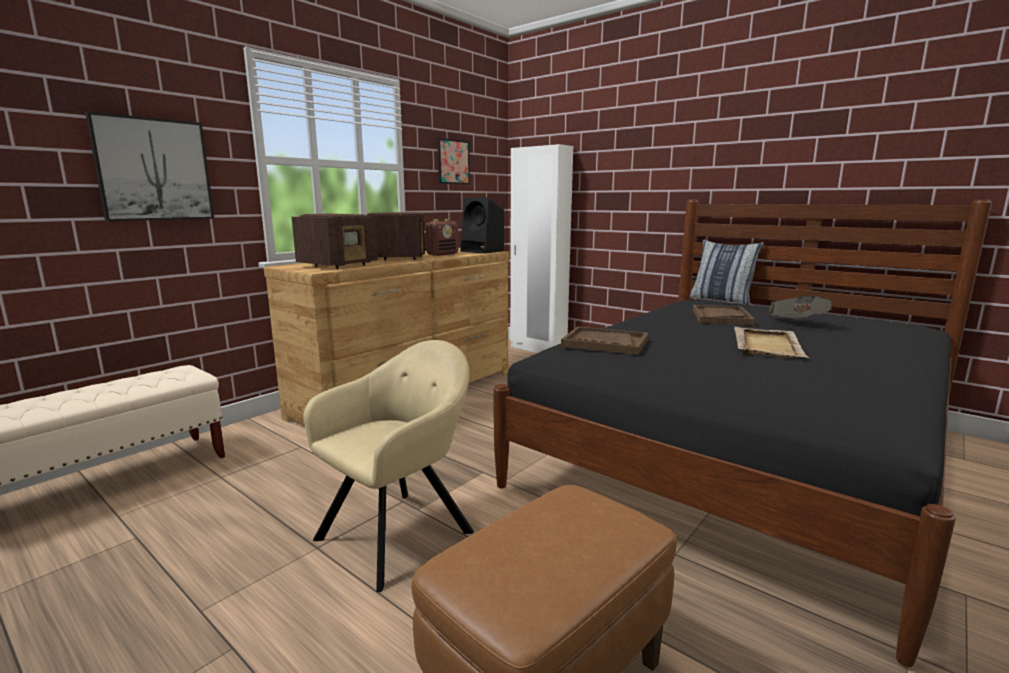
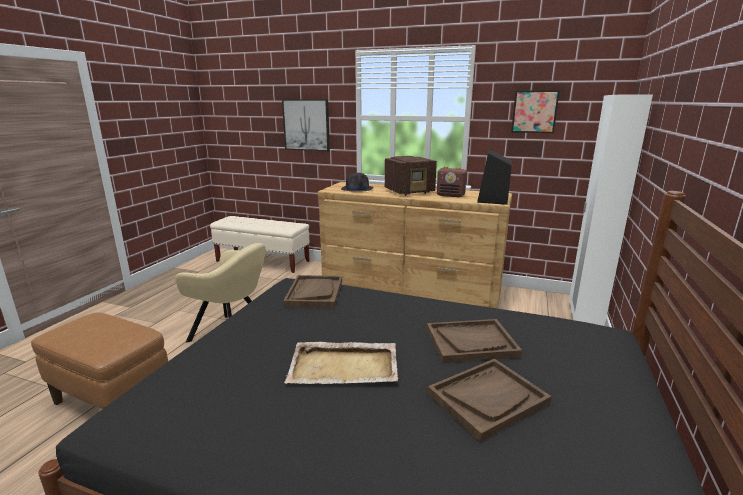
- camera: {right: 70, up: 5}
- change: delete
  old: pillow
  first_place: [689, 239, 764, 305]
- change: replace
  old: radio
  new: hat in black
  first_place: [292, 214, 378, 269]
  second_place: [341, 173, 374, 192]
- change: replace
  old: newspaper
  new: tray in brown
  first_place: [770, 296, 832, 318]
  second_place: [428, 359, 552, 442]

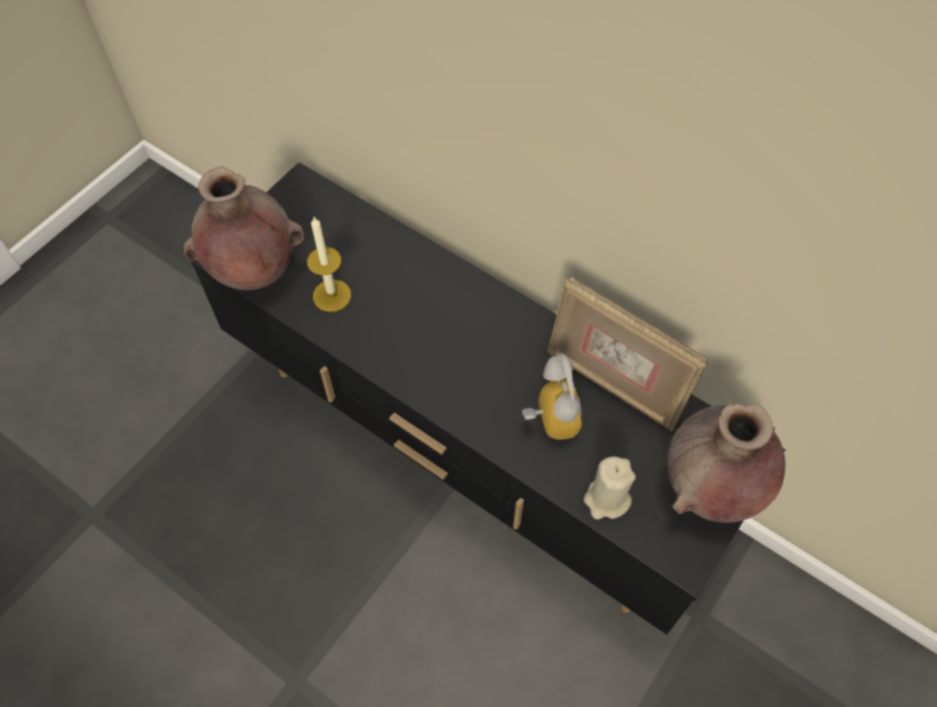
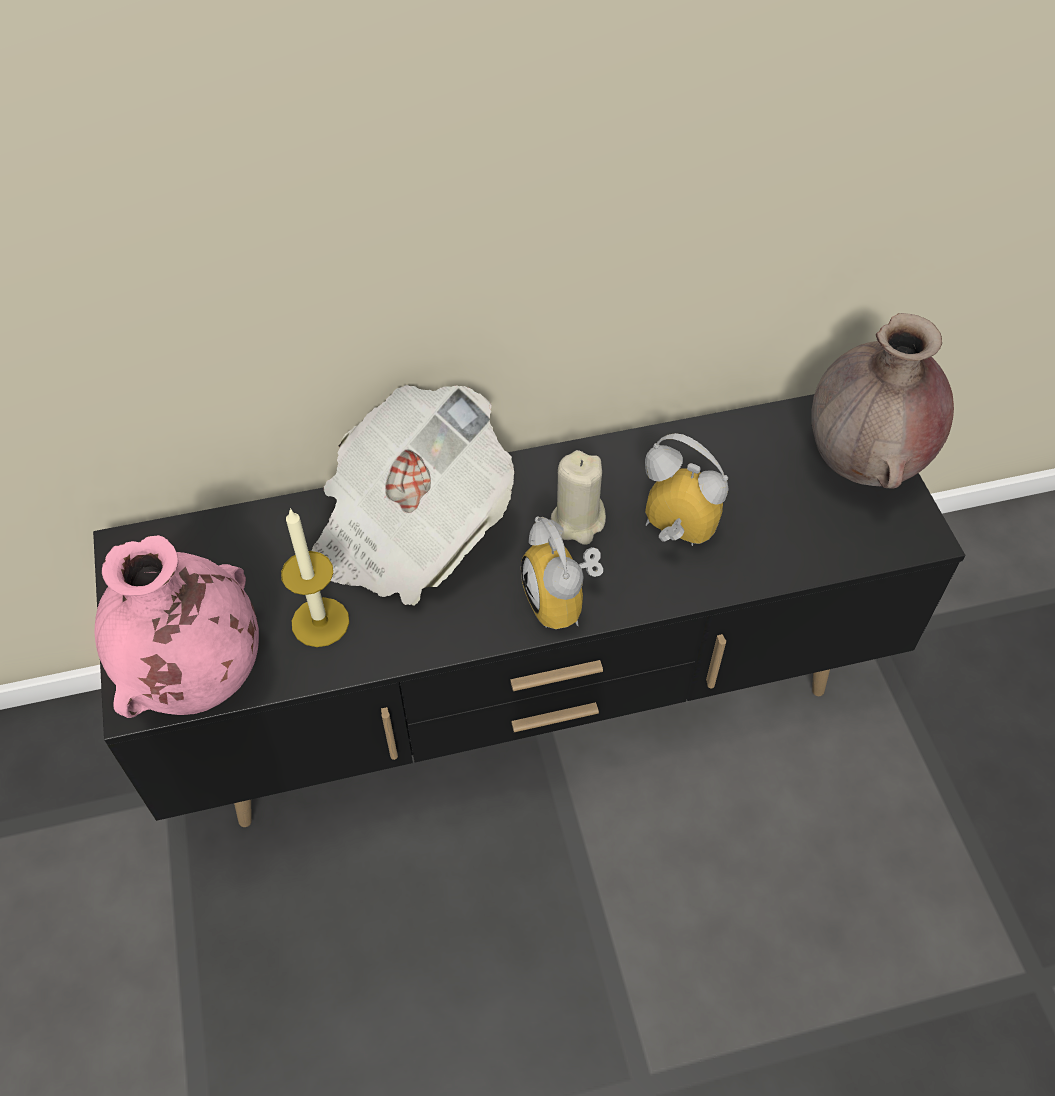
- camera: {right: -50, up: -5}
- change: delete
  old: picture frame
  first_place: [548, 277, 708, 431]
- change: insert
  new: newspaper
  second_place: [311, 385, 514, 606]
- change: insert
  new: alarm clock
  second_place: [521, 516, 603, 629]
- change: move
  old: candle in beige
  first_place: [584, 457, 636, 520]
  second_place: [551, 450, 606, 545]
- change: recolor
  old: vase in brown
  new: vase in pink
  first_place: [184, 166, 304, 290]
  second_place: [94, 535, 259, 718]

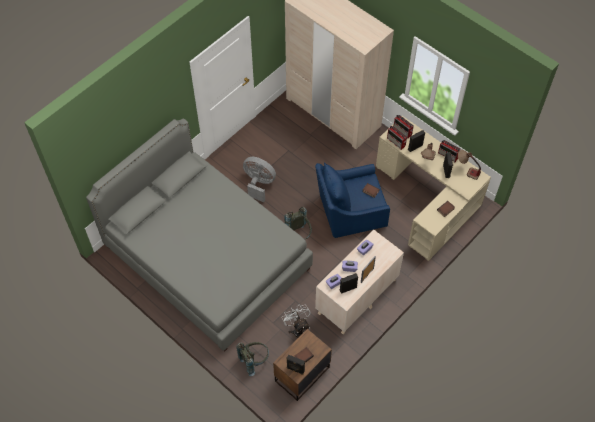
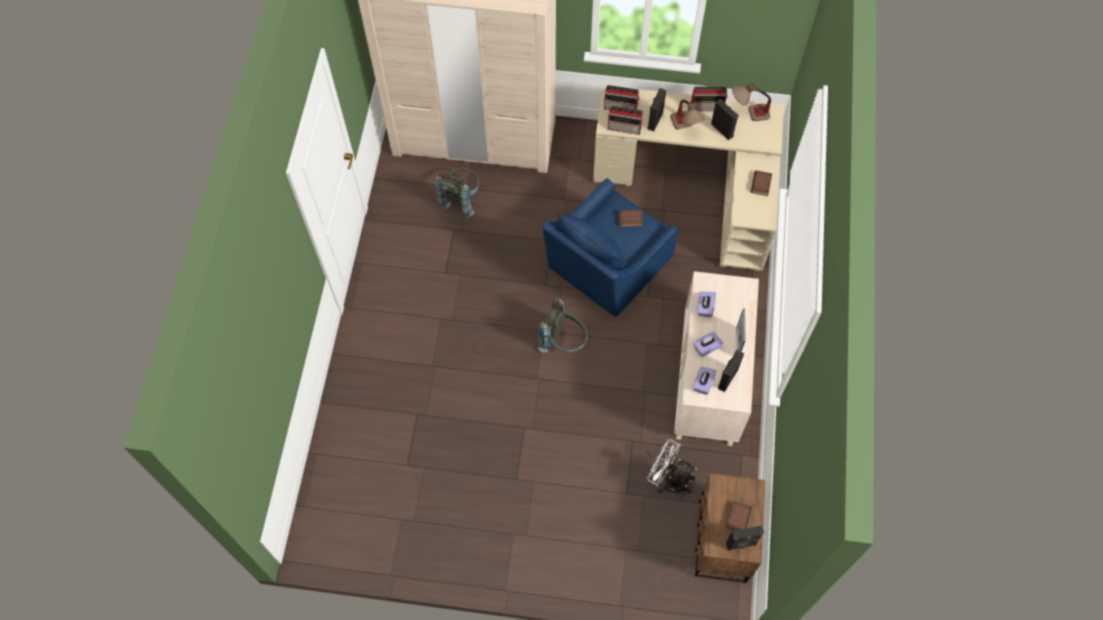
- camera: {right: -35, up: 5}
- change: delete
  old: bed in grey
  first_place: [86, 118, 313, 352]
- change: delete
  old: fan in grey
  first_place: [243, 157, 276, 202]
- change: move
  old: backpack in grey
  first_place: [236, 342, 269, 376]
  second_place: [434, 168, 479, 218]

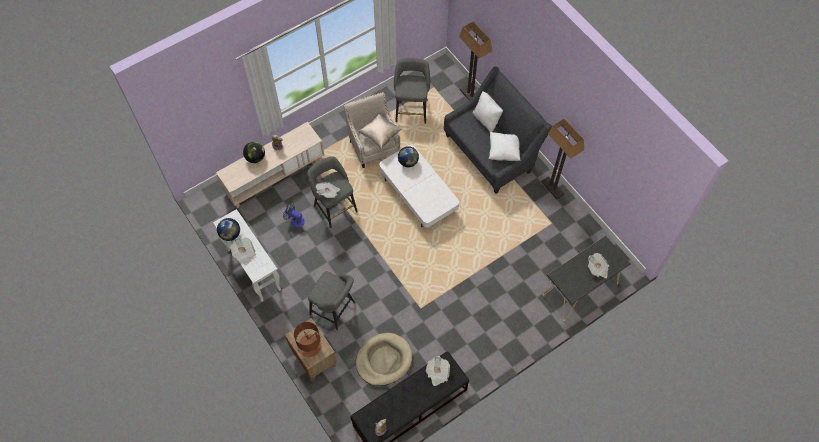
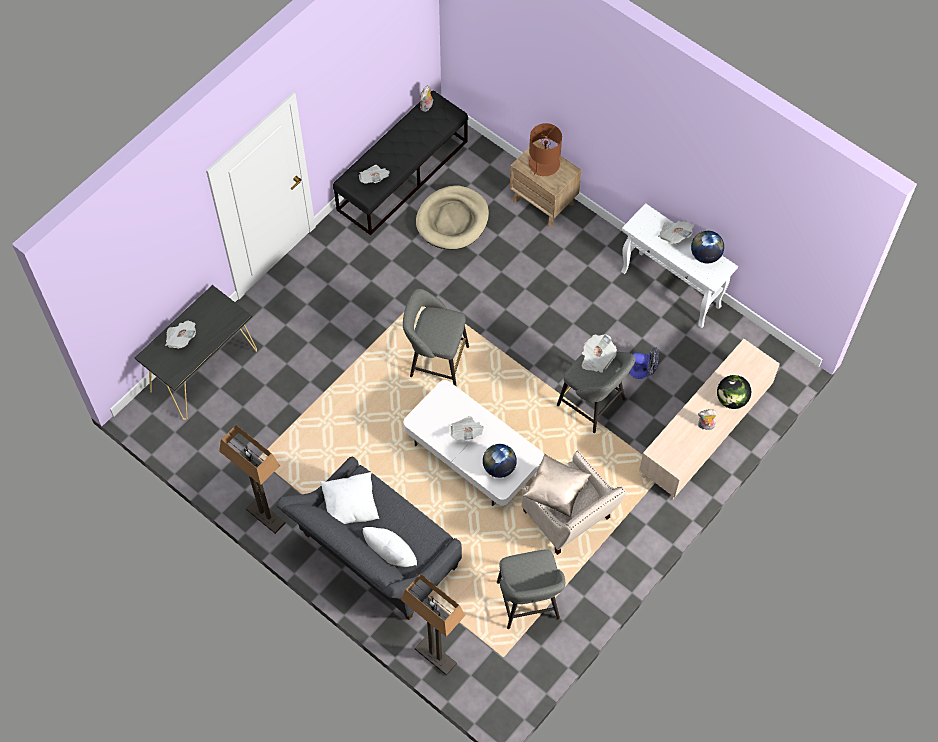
- camera: {right: 165, up: 0}
- change: insert
  new: newspaper
  second_place: [450, 416, 484, 441]
- change: move
  old: stool in grey
  first_place: [308, 271, 356, 330]
  second_place: [403, 289, 469, 387]

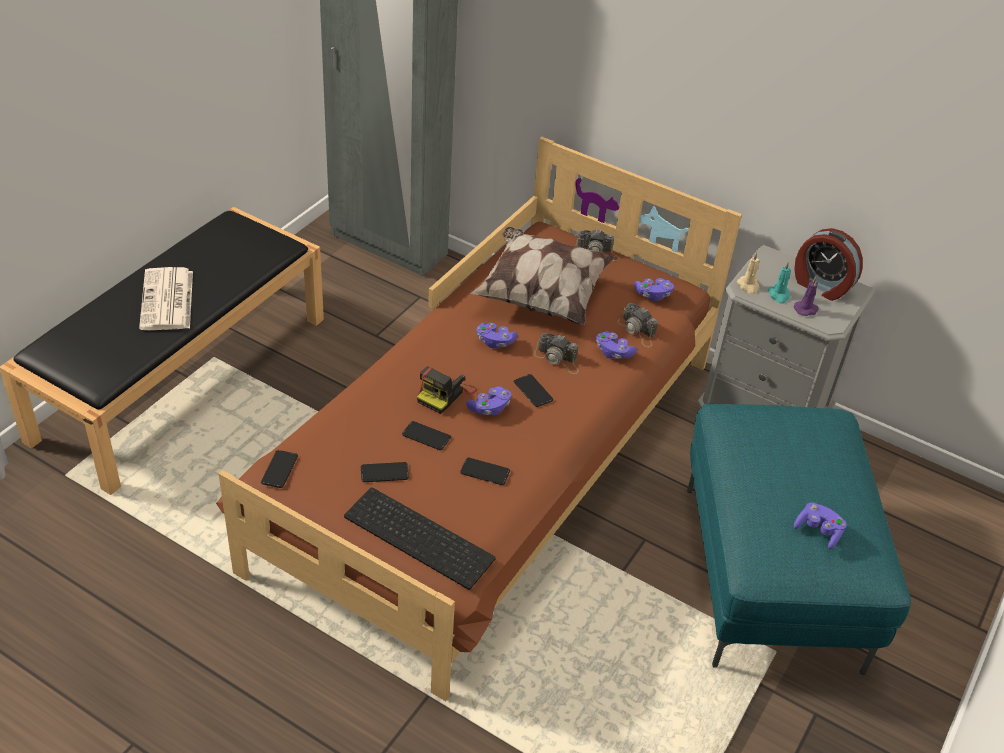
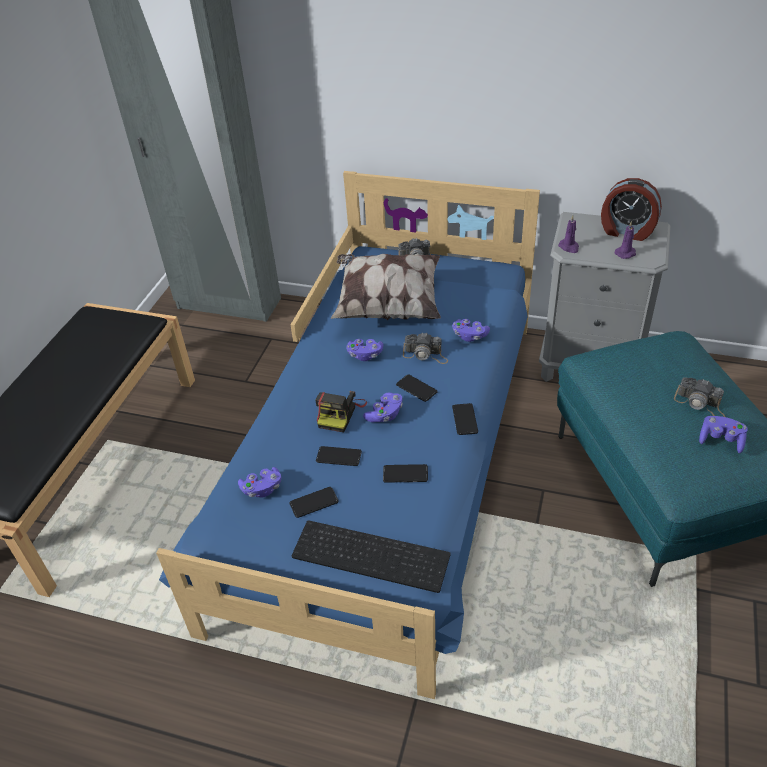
- camera: {right: -10, up: 0}
- change: delete
  old: newspaper
  first_place: [139, 267, 193, 330]
- change: delete
  old: candle in turquoise
  first_place: [768, 261, 791, 304]
- change: move
  old: phone
  first_place: [261, 450, 298, 488]
  second_place: [452, 403, 478, 435]
- change: move
  old: photo camera
  first_place: [617, 303, 658, 347]
  second_place: [674, 377, 725, 417]
- change: move
  old: game controller in purple
  first_place: [634, 278, 674, 301]
  second_place: [238, 467, 281, 498]
- change: recolor
  old: bed in brown
  new: bed in blue
  first_place: [216, 136, 742, 701]
  second_place: [156, 171, 540, 699]
- change: recolor
  old: candle in beige
  new: candle in purple
  first_place: [737, 252, 759, 294]
  second_place: [558, 215, 579, 253]

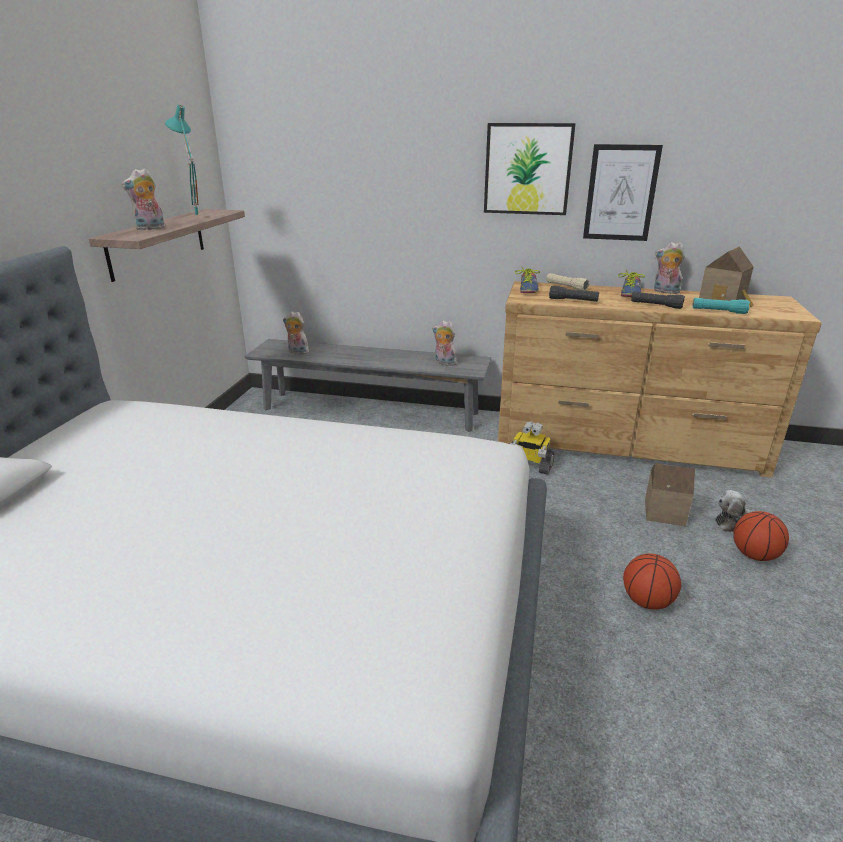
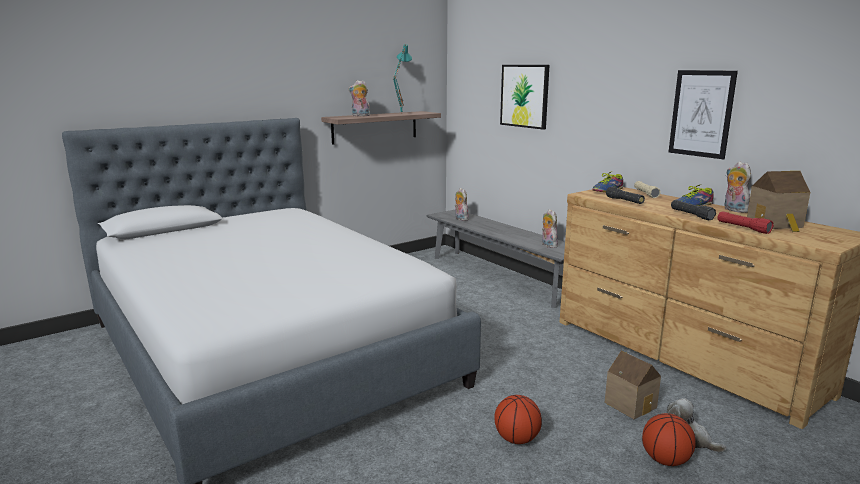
- camera: {right: 40, up: -10}
- change: delete
  old: toy robot
  first_place: [510, 421, 555, 475]
- change: move
  old: picture
  first_place: [484, 123, 576, 215]
  second_place: [500, 65, 550, 130]
- change: recolor
  old: flashlight in turquoise
  new: flashlight in red
  first_place: [692, 298, 750, 314]
  second_place: [718, 211, 774, 234]

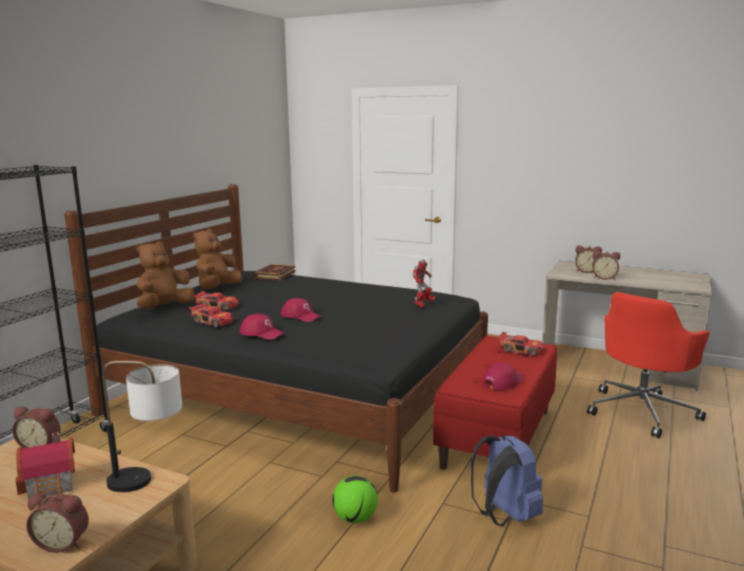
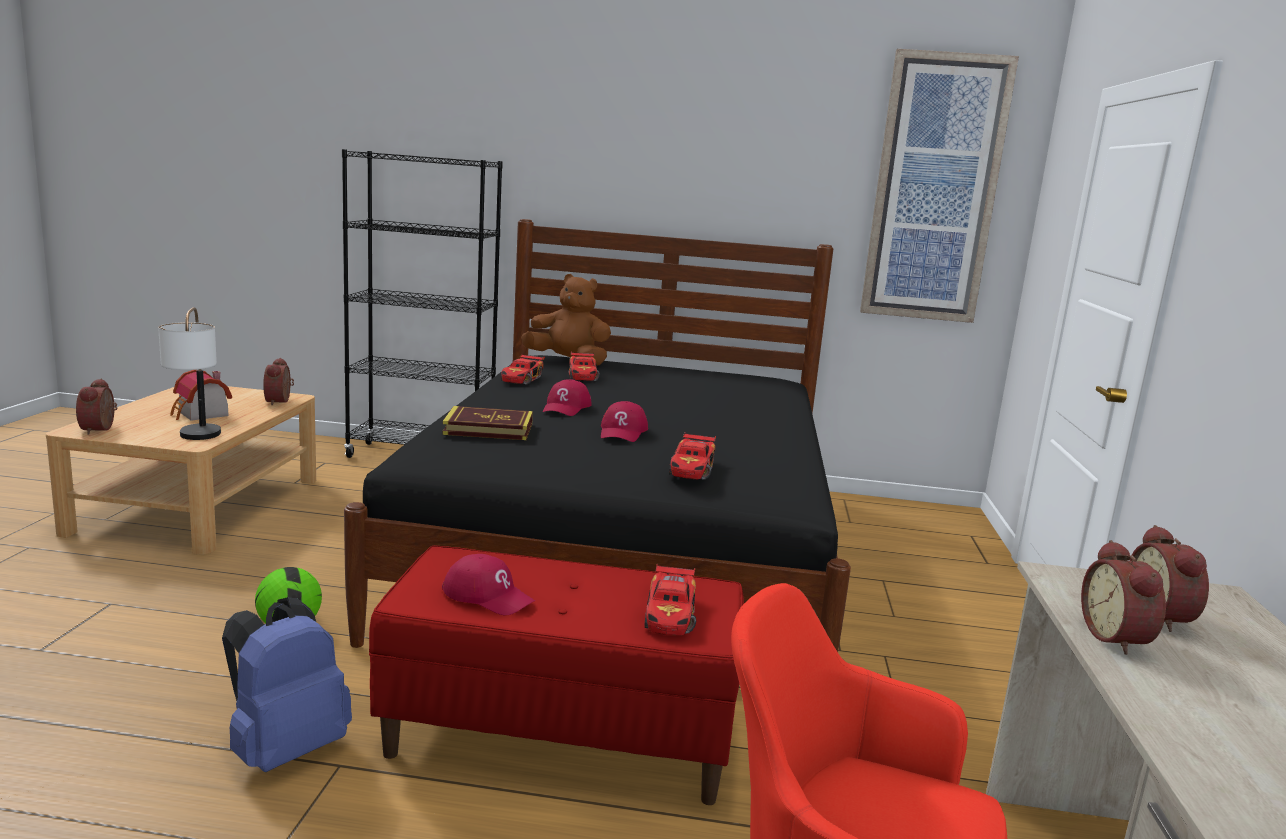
- camera: {right: 70, up: 0}
- change: delete
  old: plush toy in brown
  first_place: [193, 229, 242, 289]
- change: insert
  new: picture
  second_place: [860, 49, 1019, 323]
- change: move
  old: cap in red
  first_place: [239, 314, 284, 340]
  second_place: [601, 401, 648, 442]
- change: move
  old: book
  first_place: [254, 264, 296, 281]
  second_place: [442, 406, 533, 440]
- change: replace
  old: toy robot
  new: toy car
  first_place: [412, 260, 435, 307]
  second_place: [669, 433, 716, 480]

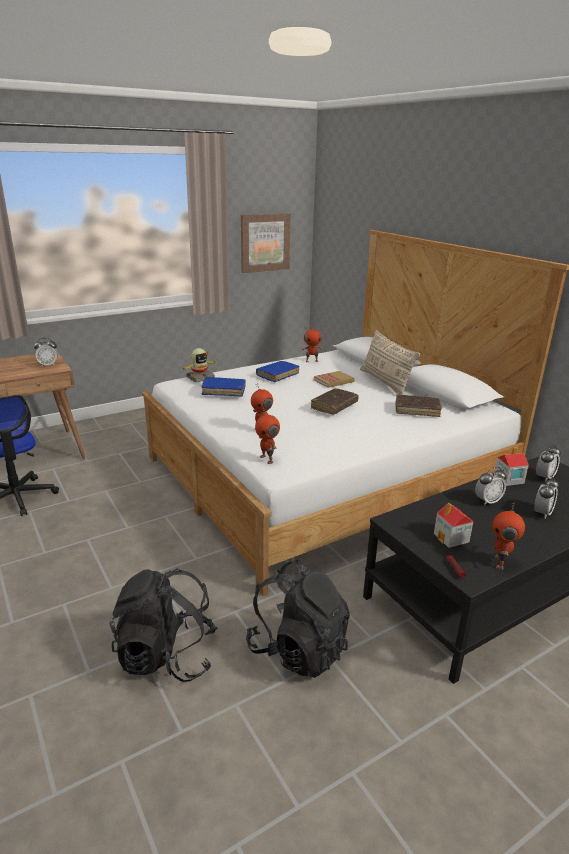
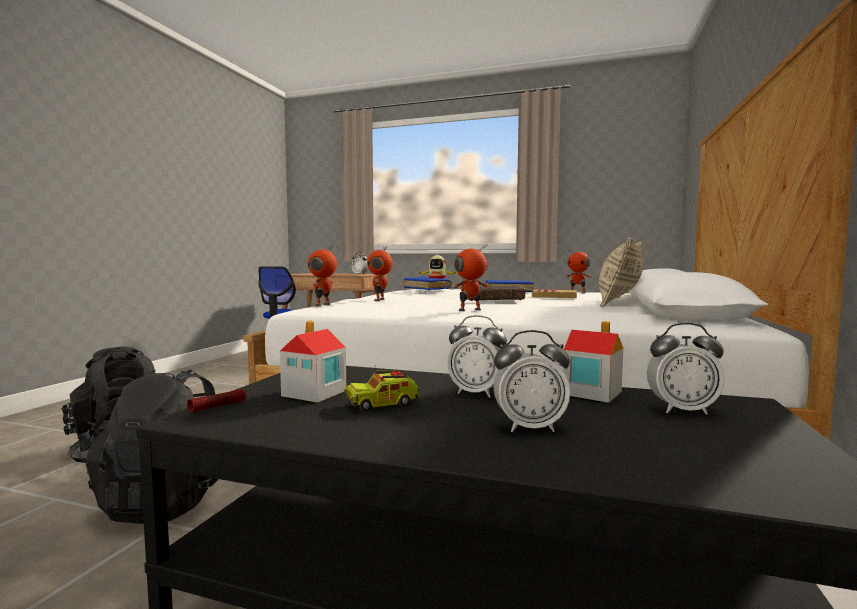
- camera: {right: 50, up: -20}
- change: delete
  old: picture
  first_place: [241, 213, 291, 273]
- change: delete
  old: book in brown
  first_place: [396, 394, 442, 417]
- change: insert
  new: toy truck
  second_place: [344, 370, 420, 412]
- change: move
  old: toy robot
  first_place: [492, 503, 525, 570]
  second_place: [453, 245, 488, 311]

